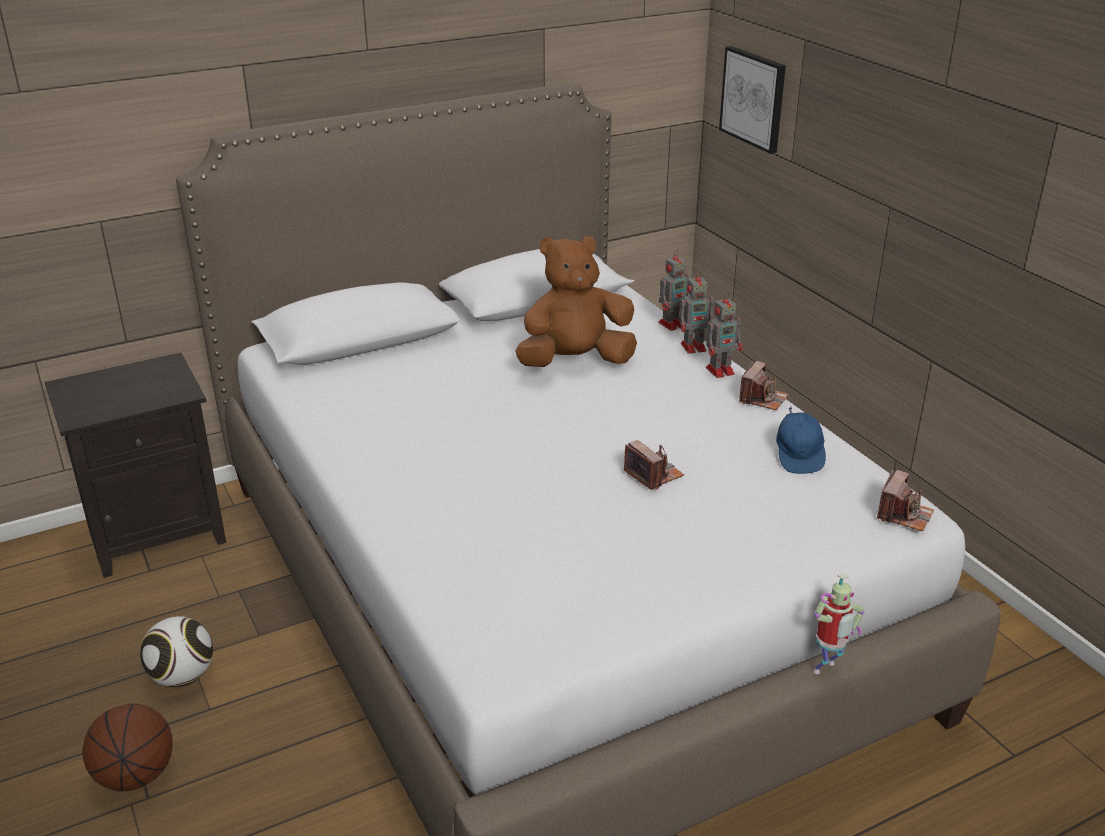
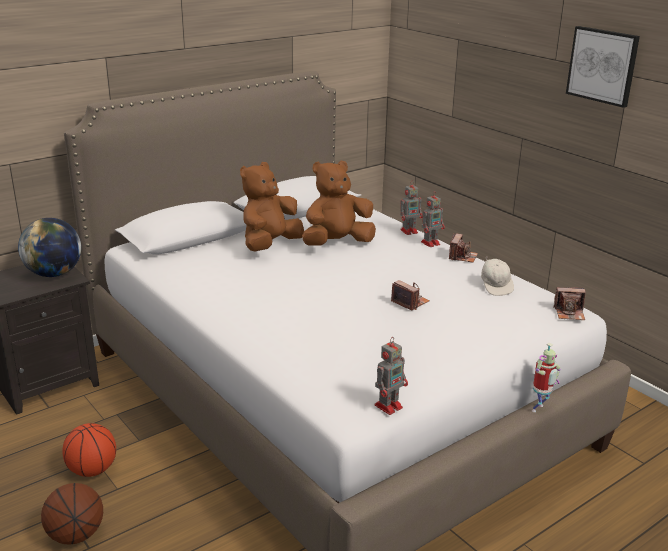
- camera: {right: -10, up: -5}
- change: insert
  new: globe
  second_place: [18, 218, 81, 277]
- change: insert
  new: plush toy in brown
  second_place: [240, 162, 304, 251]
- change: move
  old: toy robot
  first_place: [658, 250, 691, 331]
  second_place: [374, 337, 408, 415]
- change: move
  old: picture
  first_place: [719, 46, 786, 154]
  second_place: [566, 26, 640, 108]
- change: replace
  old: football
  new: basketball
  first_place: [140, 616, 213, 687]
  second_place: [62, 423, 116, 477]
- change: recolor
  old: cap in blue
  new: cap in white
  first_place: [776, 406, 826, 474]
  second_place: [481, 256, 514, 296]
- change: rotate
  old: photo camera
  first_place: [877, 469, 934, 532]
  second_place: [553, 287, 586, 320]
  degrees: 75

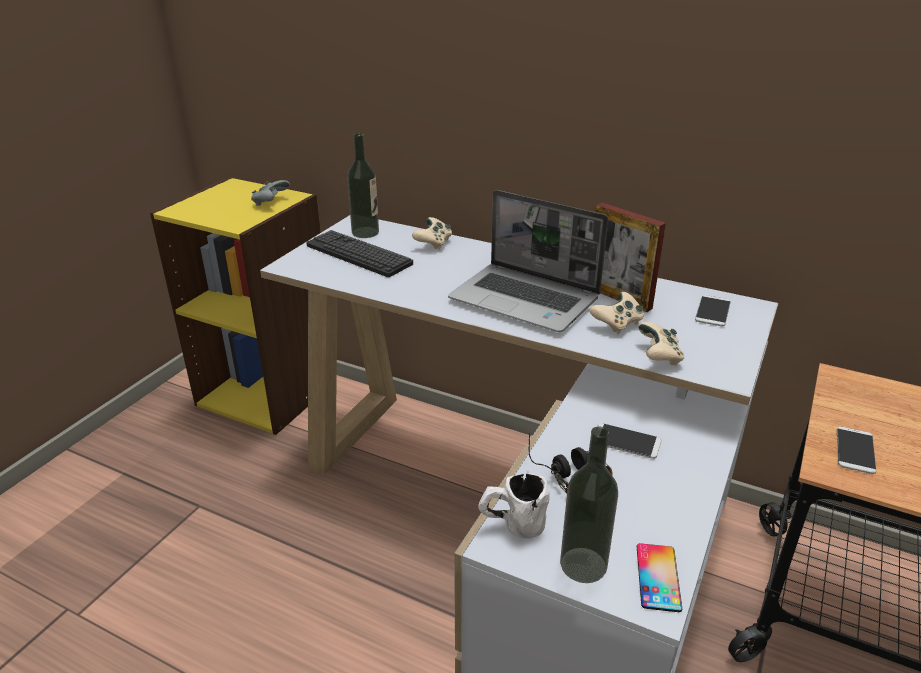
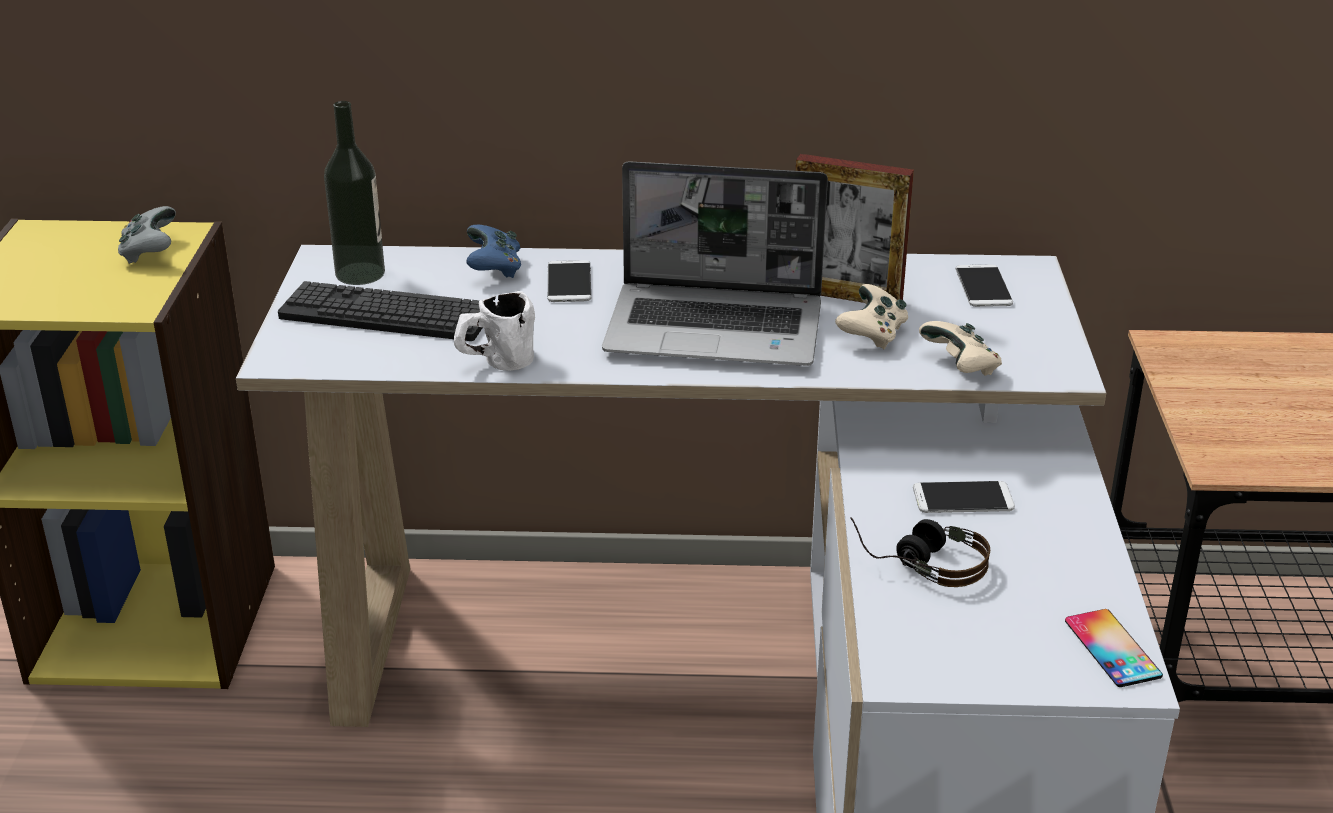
- camera: {right: -25, up: 0}
- change: delete
  old: bottle
  first_place: [560, 427, 618, 583]
- change: move
  old: mug in white
  first_place: [478, 473, 550, 539]
  second_place: [454, 291, 535, 371]
- change: move
  old: phone
  first_place: [837, 426, 876, 474]
  second_place: [548, 260, 591, 302]
- change: recolor
  old: game controller in beige
  new: game controller in blue
  first_place: [412, 217, 452, 250]
  second_place: [466, 225, 521, 278]

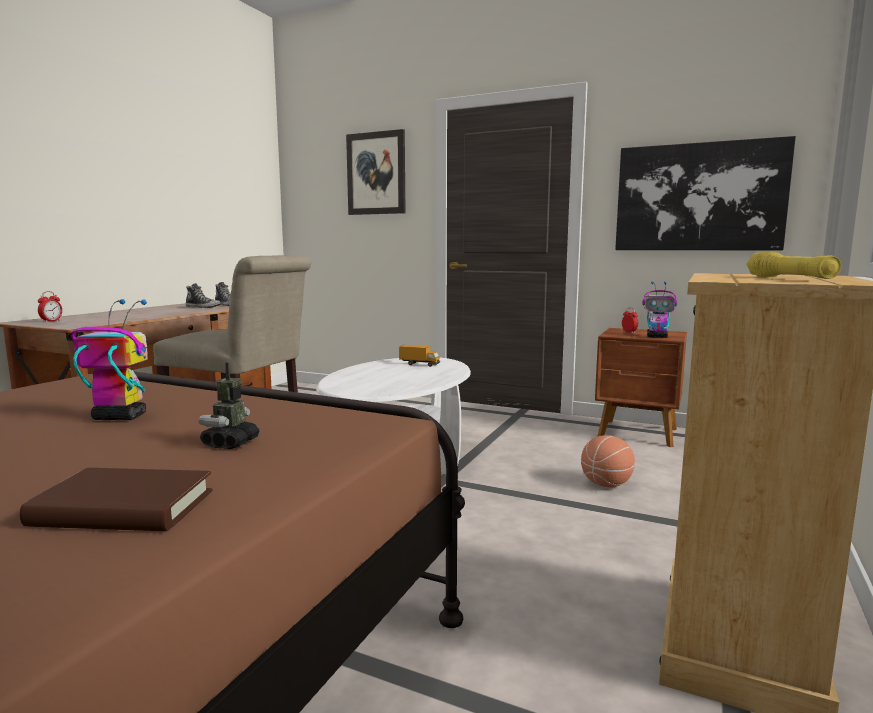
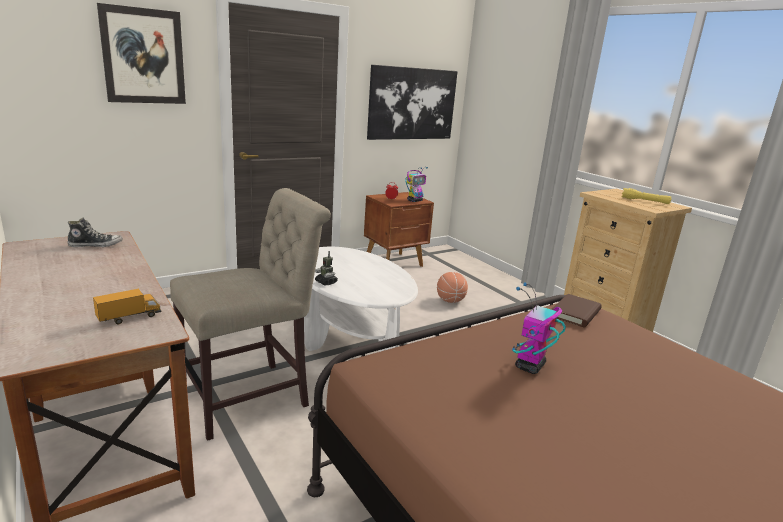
- camera: {right: -60, up: 10}
- change: delete
  old: alarm clock
  first_place: [38, 291, 62, 322]
- change: delete
  old: shoe
  first_place: [186, 283, 220, 308]
- change: move
  old: book in brown
  first_place: [20, 468, 213, 531]
  second_place: [551, 294, 601, 328]
- change: move
  old: toy robot
  first_place: [199, 362, 259, 449]
  second_place: [315, 251, 338, 286]
- change: move
  old: toy truck
  first_place: [399, 345, 440, 367]
  second_place: [93, 289, 161, 324]

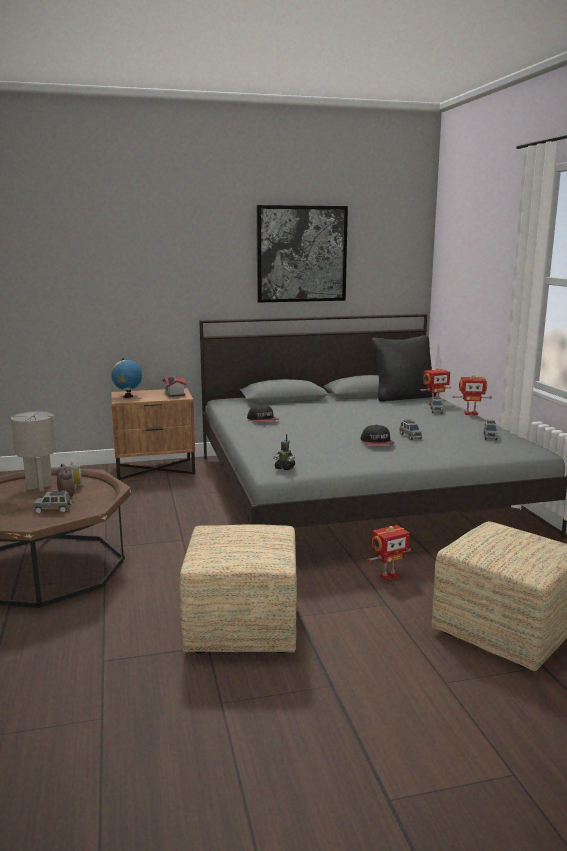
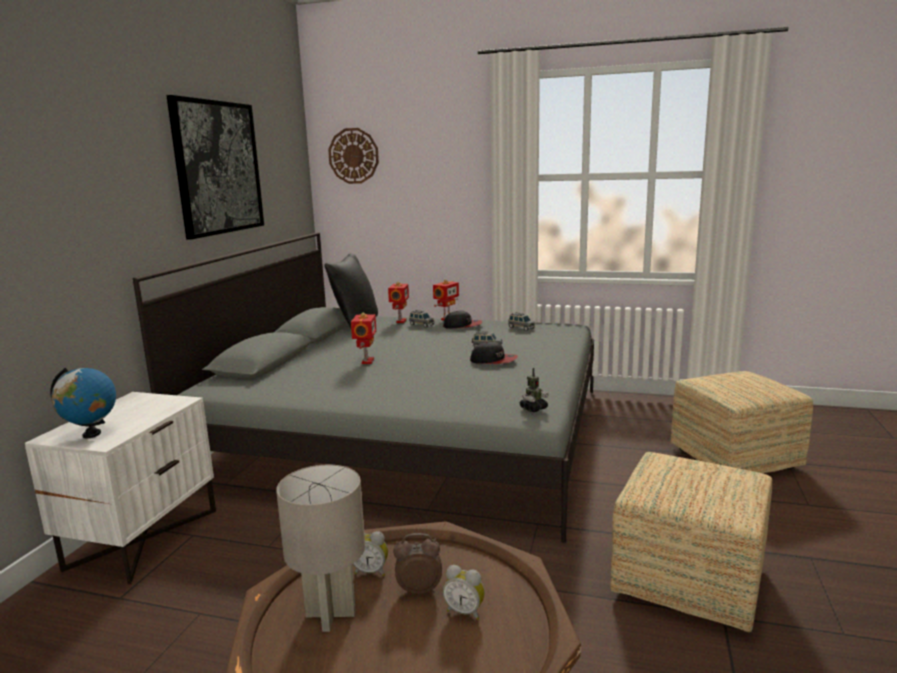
- camera: {right: -60, up: 0}
- change: delete
  old: toy house
  first_place: [162, 375, 186, 397]
- change: insert
  new: wall clock
  second_place: [328, 128, 379, 184]
- change: move
  old: cap
  first_place: [247, 404, 279, 422]
  second_place: [443, 311, 482, 329]
- change: move
  old: toy robot
  first_place: [368, 525, 411, 581]
  second_place: [351, 313, 376, 364]
- change: replace
  old: toy car in grey
  new: alarm clock
  first_place: [33, 490, 71, 513]
  second_place: [443, 565, 485, 620]
- change: recolor
  old: nightstand in brown
  new: nightstand in white
  first_place: [111, 388, 195, 480]
  second_place: [25, 392, 216, 584]

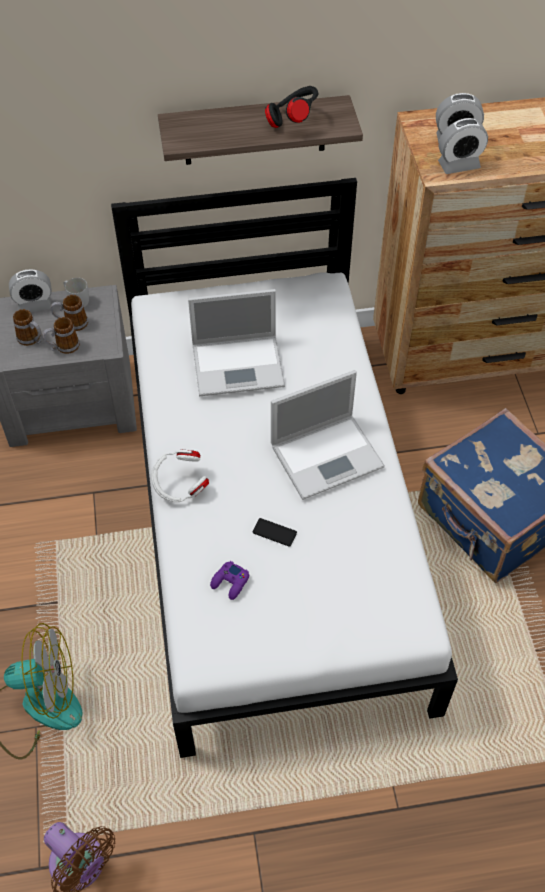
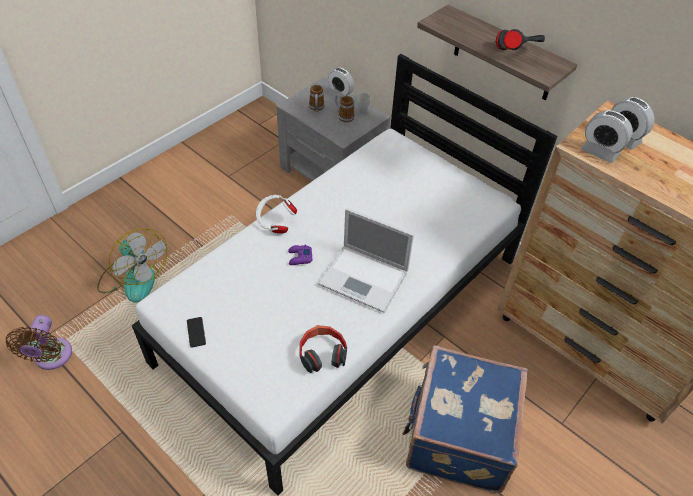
- camera: {right: 50, up: -5}
- change: delete
  old: mug
  first_place: [43, 317, 80, 354]
- change: delete
  old: laptop
  first_place: [188, 289, 285, 396]
- change: insert
  new: headphones
  second_place: [299, 325, 347, 373]
- change: move
  old: game controller in purple
  first_place: [210, 561, 249, 600]
  second_place: [288, 244, 313, 265]
- change: move
  old: phone
  first_place: [253, 518, 297, 547]
  second_place: [187, 317, 206, 348]

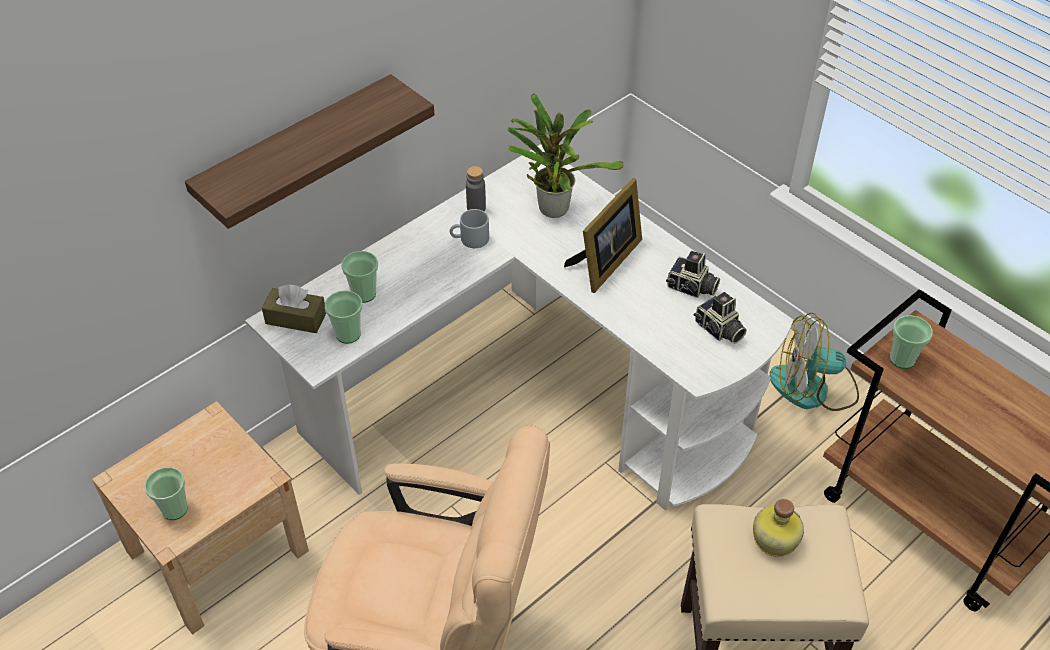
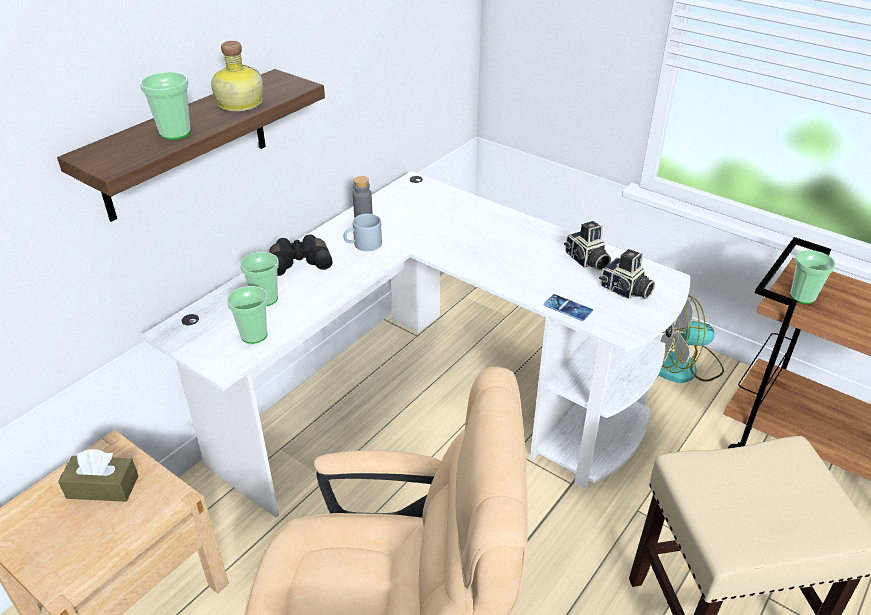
- camera: {right: -10, up: -10}
- change: delete
  old: potted plant
  first_place: [507, 94, 623, 218]
- change: delete
  old: picture frame
  first_place: [564, 178, 642, 293]
- change: insert
  new: binoculars in black
  second_place: [269, 234, 332, 276]
- change: insert
  new: phone
  second_place: [544, 294, 593, 321]
- change: move
  old: cup
  first_place: [144, 467, 188, 520]
  second_place: [140, 72, 191, 140]
- change: move
  old: tissue box in brown
  first_place: [262, 284, 326, 333]
  second_place: [58, 449, 138, 502]
- change: move
  old: bottle
  first_place: [753, 499, 804, 557]
  second_place: [211, 41, 263, 112]
- change: rotate
  old: photo camera
  first_place: [666, 251, 720, 298]
  second_place: [564, 221, 611, 271]
  degrees: 45

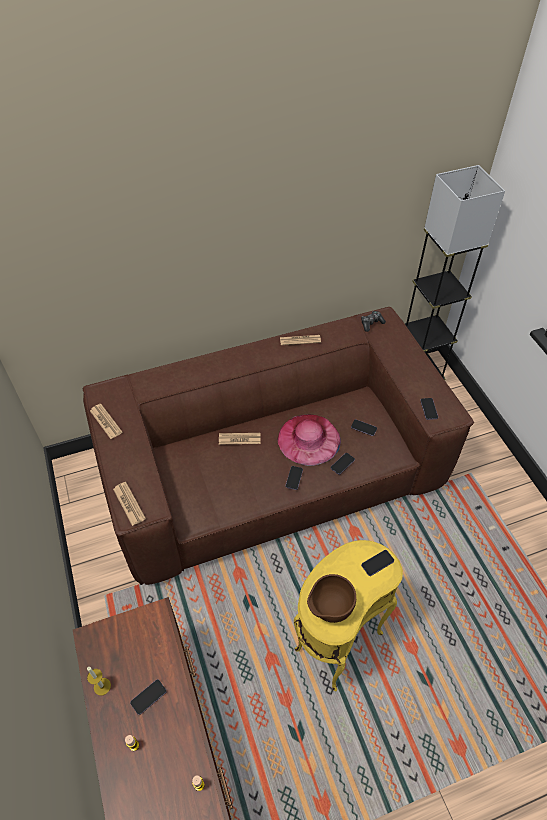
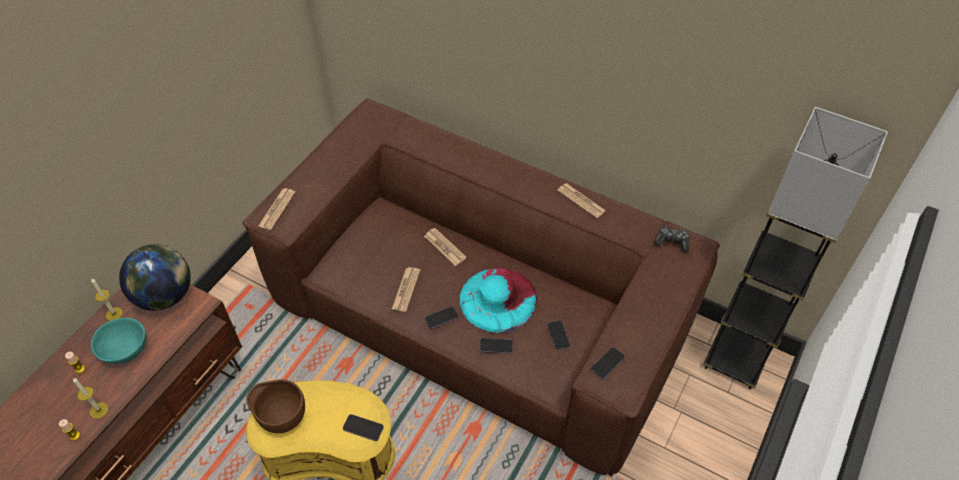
- camera: {right: 50, up: 0}
- change: insert
  new: candle
  second_place: [73, 378, 108, 419]
- change: insert
  new: globe
  second_place: [119, 244, 191, 311]
- change: move
  old: newspaper
  first_place: [90, 404, 122, 439]
  second_place: [392, 267, 420, 312]
- change: replace
  old: phone
  new: bowl in turquoise
  first_place: [130, 679, 167, 715]
  second_place: [91, 318, 146, 364]
- change: recolor
  old: hat in pink
  new: hat in turquoise
  first_place: [278, 414, 341, 466]
  second_place: [460, 268, 537, 333]

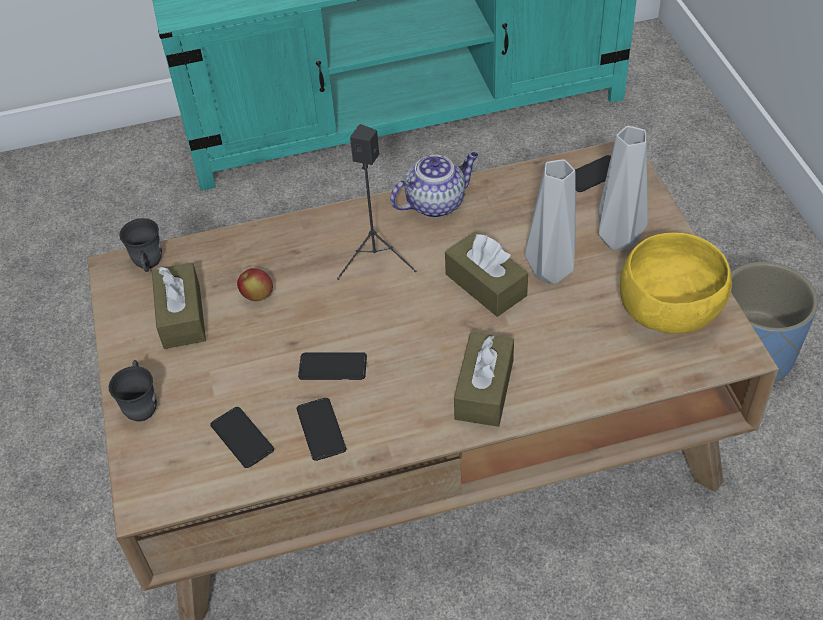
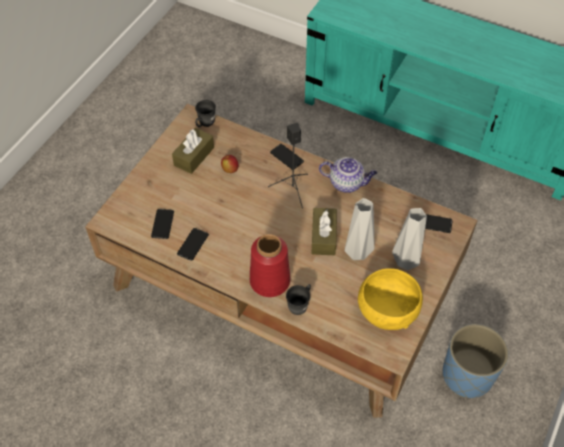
- camera: {right: 40, up: 5}
- change: move
  old: mug in grey
  first_place: [109, 360, 157, 421]
  second_place: [286, 284, 311, 315]
- change: move
  old: phone
  first_place: [298, 352, 367, 380]
  second_place: [270, 144, 304, 170]
- change: replace
  old: tissue box in brown
  new: vase in red
  first_place: [454, 332, 514, 427]
  second_place: [250, 234, 290, 297]

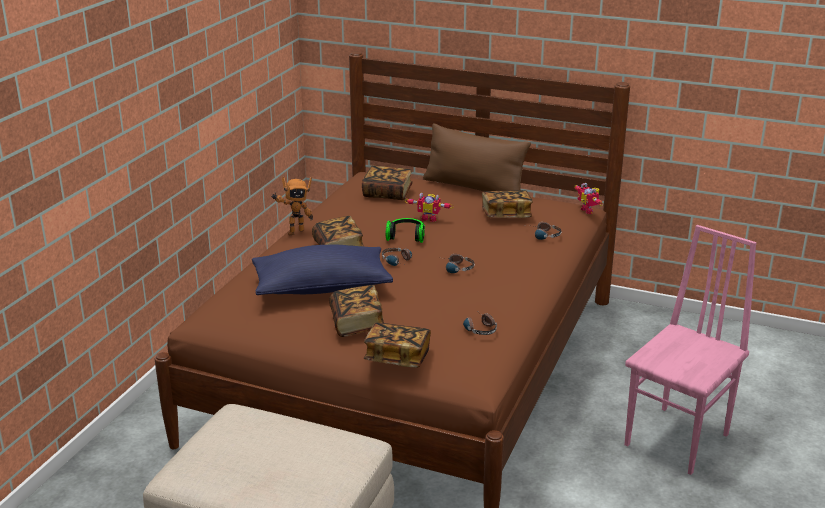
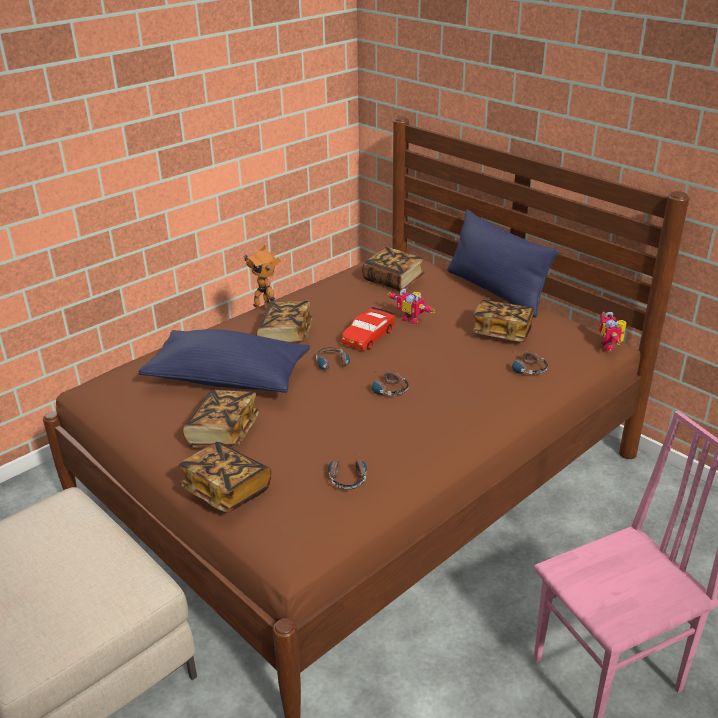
- camera: {right: 25, up: 5}
- change: replace
  old: headphones
  new: toy car in red
  first_place: [386, 218, 425, 243]
  second_place: [341, 307, 395, 350]
- change: recolor
  old: pillow in brown
  new: pillow in blue
  first_place: [423, 123, 531, 192]
  second_place: [447, 209, 559, 317]
- change: rotate
  old: toy robot
  first_place: [271, 177, 313, 235]
  second_place: [244, 245, 281, 309]
  degrees: 45

